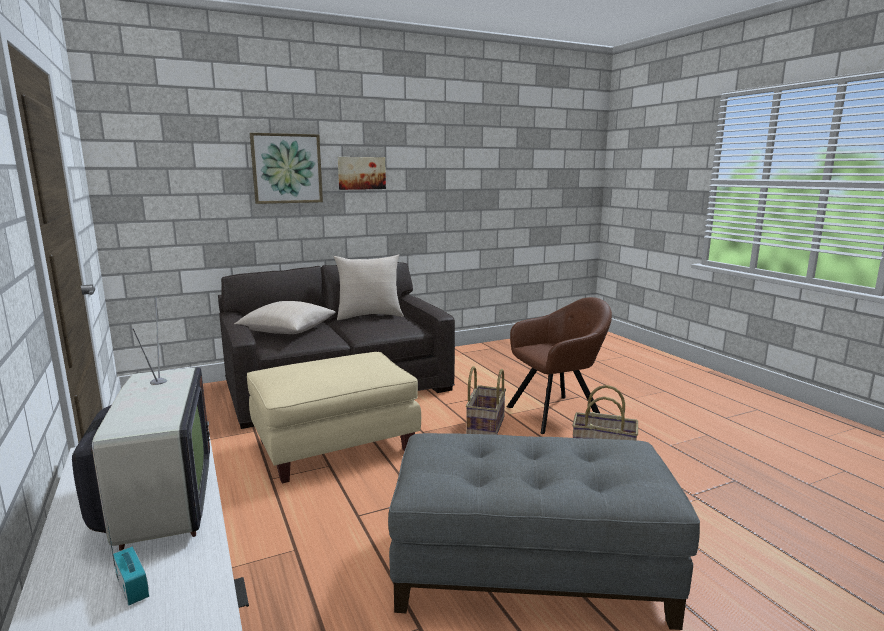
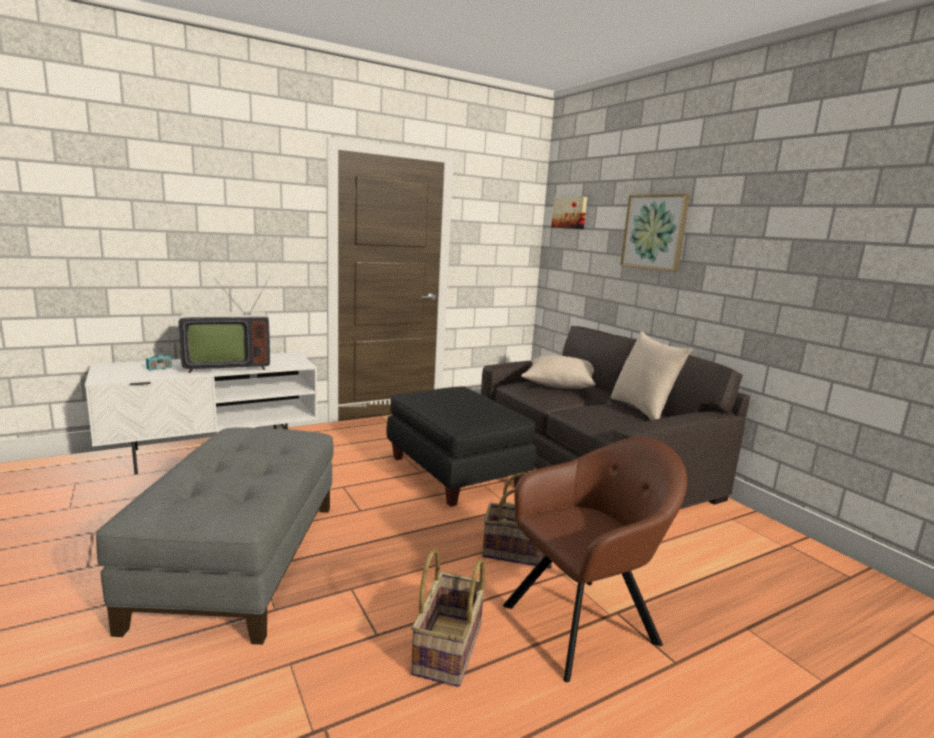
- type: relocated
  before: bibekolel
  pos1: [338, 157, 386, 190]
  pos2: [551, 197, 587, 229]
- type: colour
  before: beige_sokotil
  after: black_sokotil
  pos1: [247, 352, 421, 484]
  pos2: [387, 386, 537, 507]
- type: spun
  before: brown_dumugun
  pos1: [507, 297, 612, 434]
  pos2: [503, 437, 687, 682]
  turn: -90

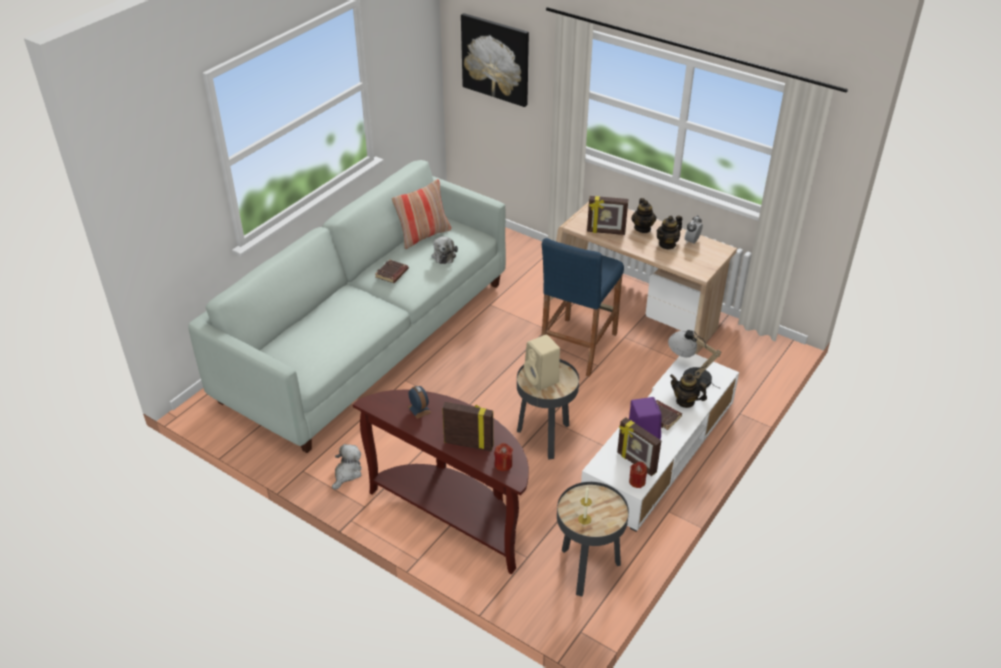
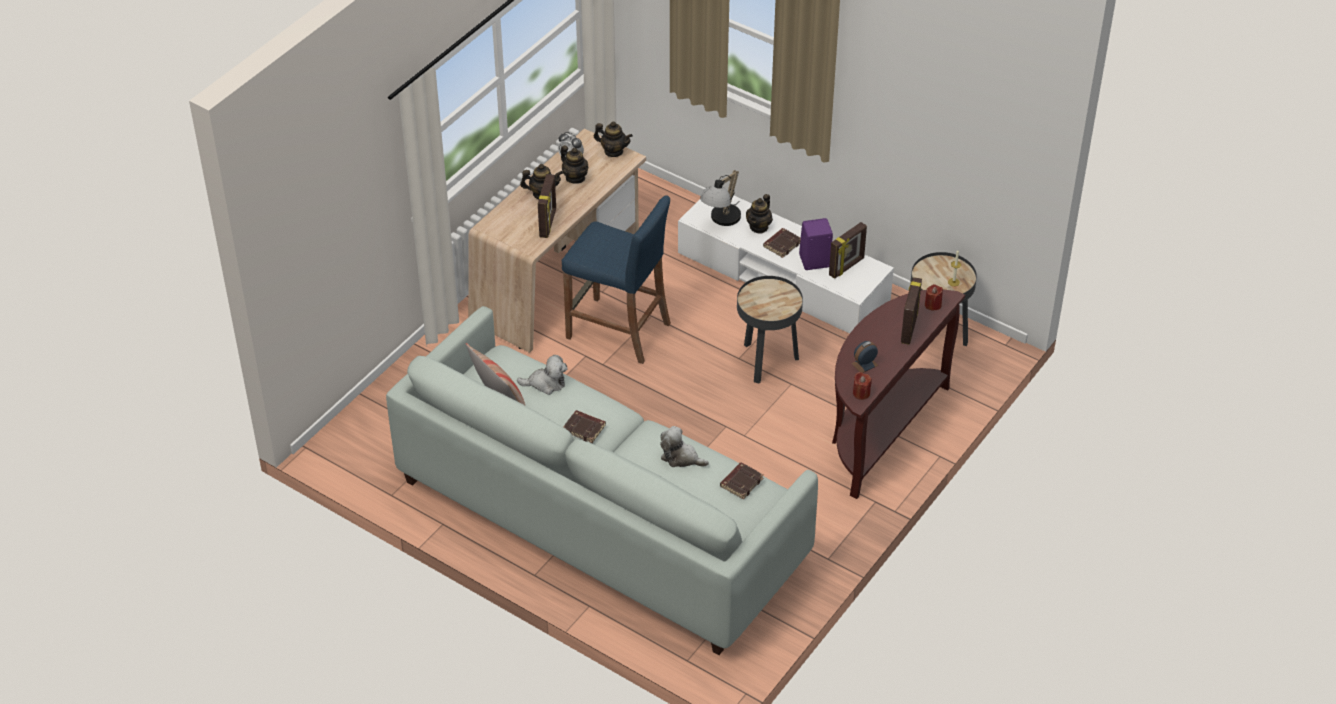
- type: missing
  before: bibekolel
  pos1: [461, 13, 529, 107]
- type: missing
  before: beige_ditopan
  pos1: [524, 335, 560, 391]
- type: appeared
  after: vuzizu
  pos2: [594, 121, 633, 157]
- type: appeared
  after: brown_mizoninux
  pos2: [720, 462, 764, 499]
- type: relocated
  before: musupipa
  pos1: [332, 444, 362, 490]
  pos2: [660, 426, 709, 467]
- type: relocated
  before: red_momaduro
  pos1: [629, 462, 647, 488]
  pos2: [853, 372, 872, 400]

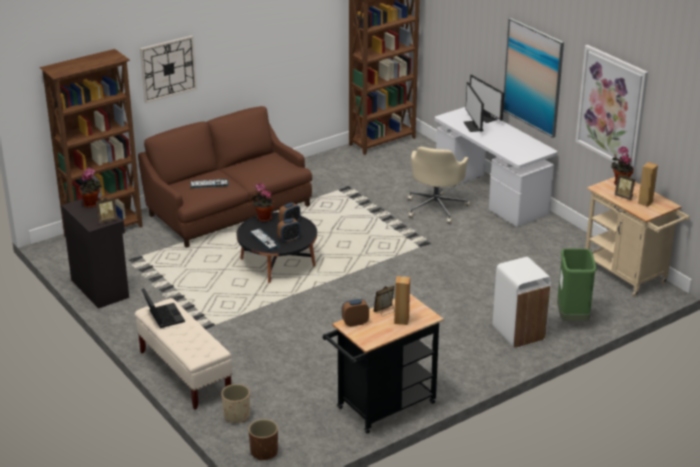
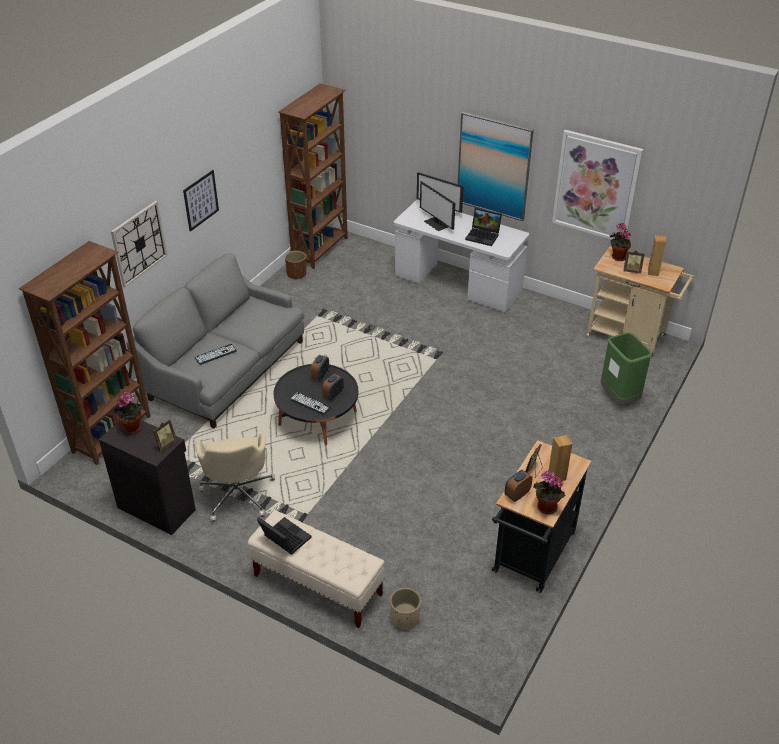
- type: missing
  before: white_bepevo
  pos1: [493, 257, 551, 348]
- type: appeared
  after: bibekolel
  pos2: [183, 170, 219, 232]
- type: appeared
  after: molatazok
  pos2: [465, 208, 502, 246]
- type: relocated
  before: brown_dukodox
  pos1: [248, 419, 278, 461]
  pos2: [285, 251, 306, 280]
- type: relocated
  before: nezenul
  pos1: [251, 183, 274, 222]
  pos2: [534, 470, 566, 514]
- type: relocated
  before: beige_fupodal
  pos1: [408, 147, 470, 224]
  pos2: [195, 433, 275, 522]
- type: colour
  before: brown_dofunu
  after: grey_dofunu
  pos1: [138, 106, 312, 248]
  pos2: [126, 253, 304, 428]

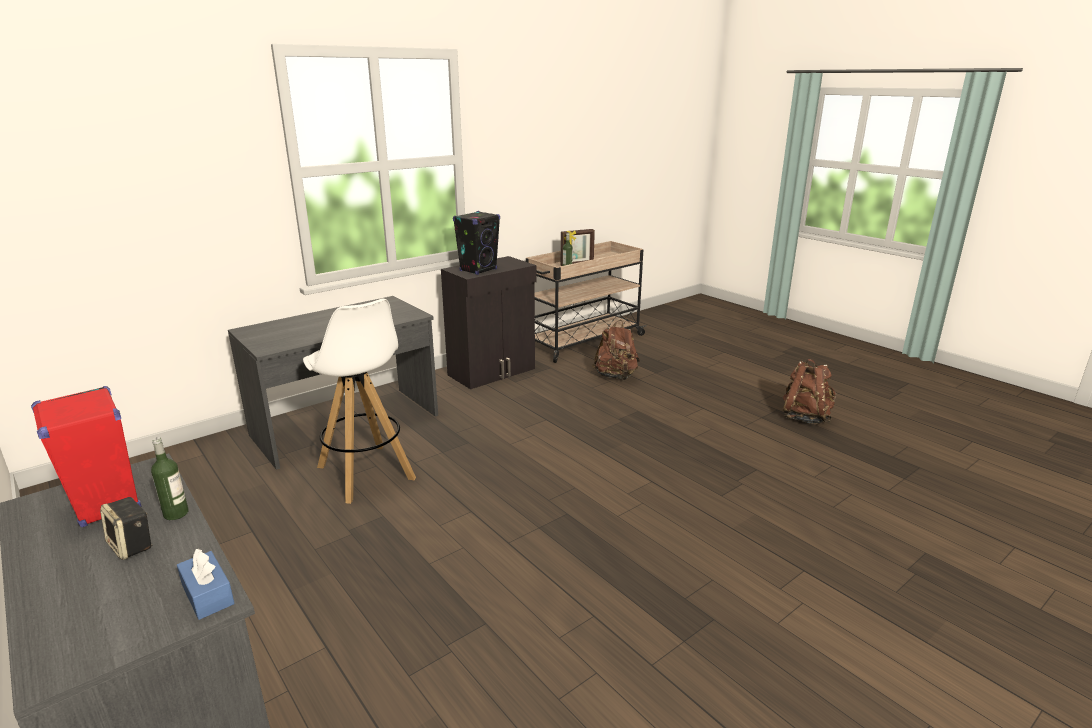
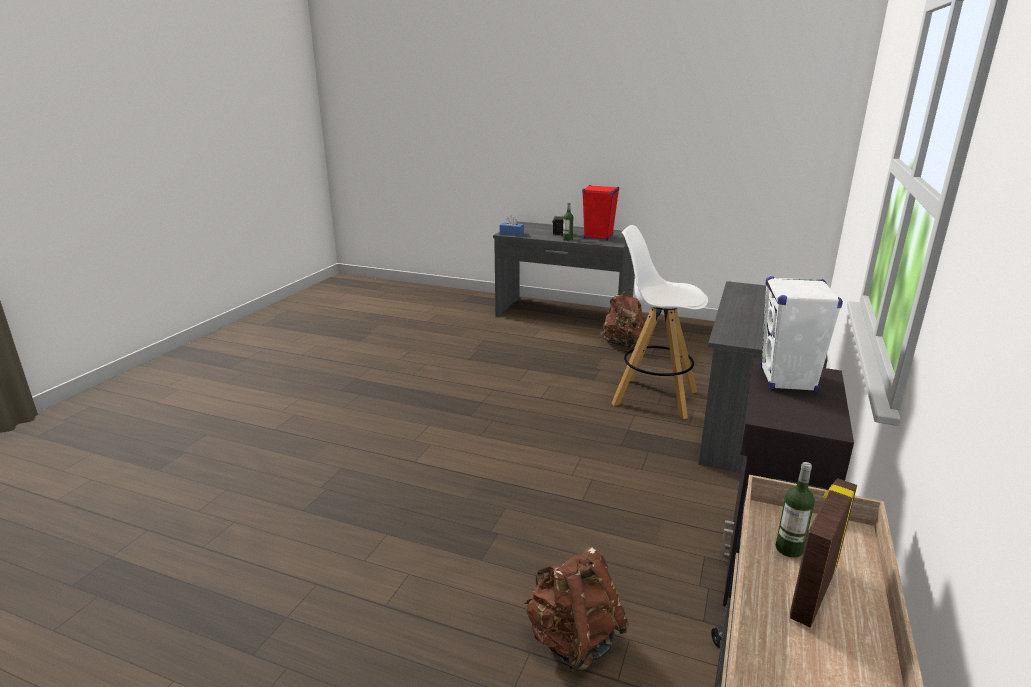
- type: relocated
  before: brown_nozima
  pos1: [783, 359, 836, 423]
  pos2: [600, 289, 644, 348]
- type: colour
  before: black_ditopan
  after: white_ditopan
  pos1: [453, 211, 500, 275]
  pos2: [760, 276, 843, 393]

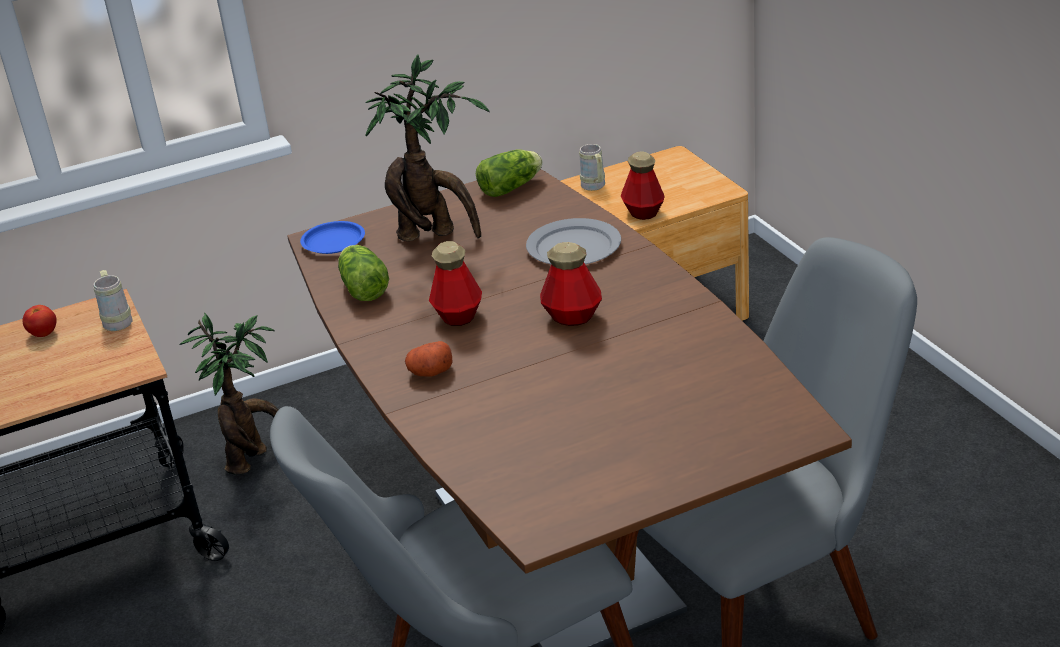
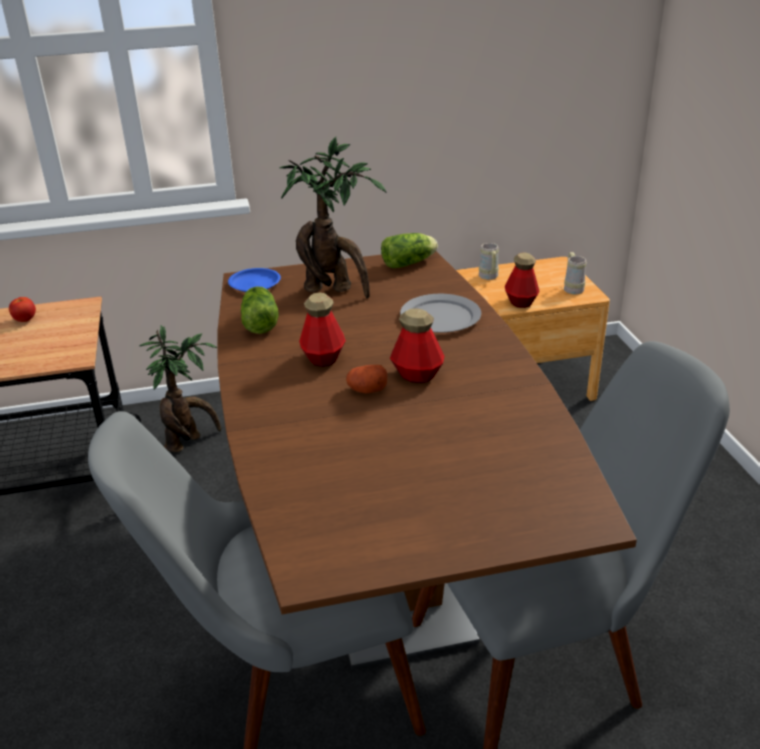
- type: relocated
  before: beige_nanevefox
  pos1: [93, 270, 132, 331]
  pos2: [564, 252, 586, 294]
- type: relocated
  before: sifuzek
  pos1: [405, 341, 453, 377]
  pos2: [346, 365, 388, 393]

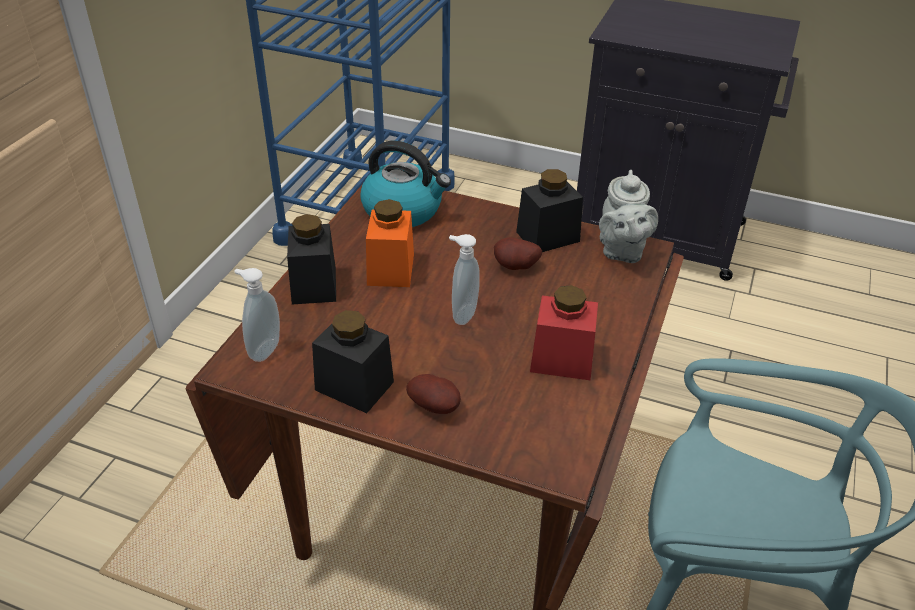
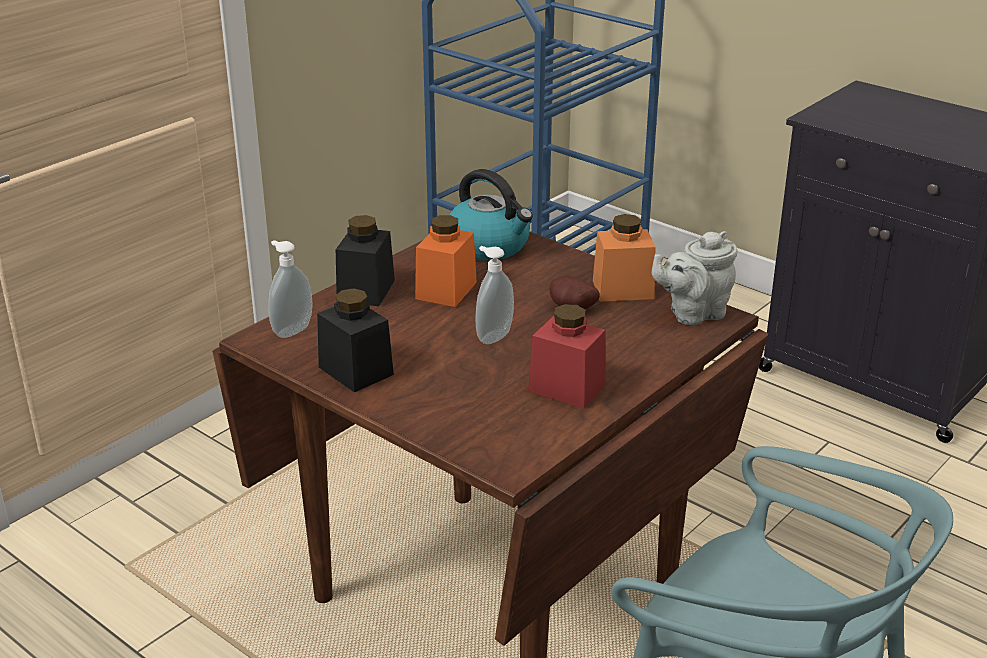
- type: missing
  before: sifuzek
  pos1: [406, 374, 461, 414]
- type: colour
  before: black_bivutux
  after: orange_bivutux
  pos1: [516, 169, 583, 252]
  pos2: [593, 214, 655, 302]
- type: spun
  before: grey_vuzizu
  pos1: [599, 170, 658, 263]
  pos2: [652, 231, 738, 325]
  turn: 45

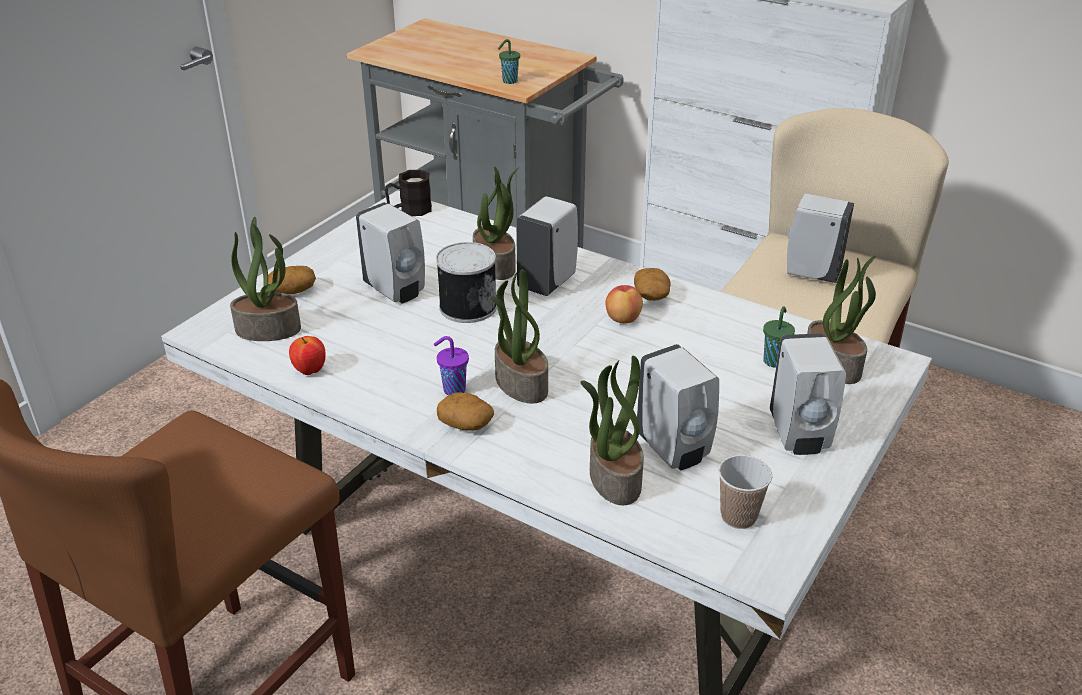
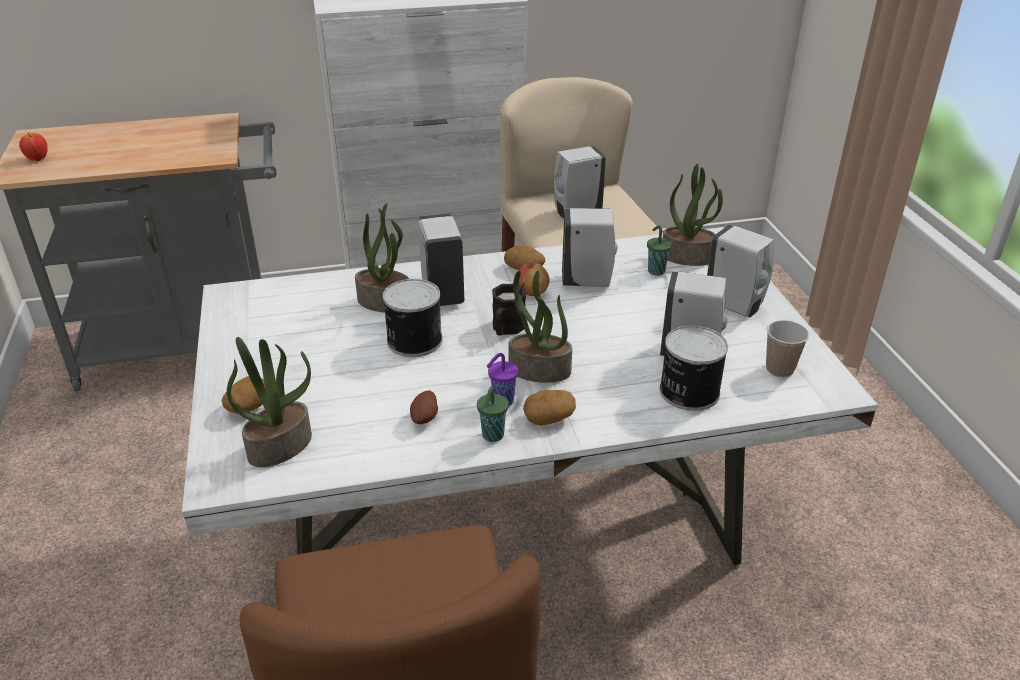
- type: appeared
  after: sifuzek
  pos2: [410, 390, 438, 424]
- type: relocated
  before: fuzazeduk
  pos1: [289, 336, 326, 375]
  pos2: [19, 133, 48, 161]
- type: relocated
  before: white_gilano
  pos1: [356, 202, 425, 303]
  pos2: [562, 208, 618, 287]
- type: relocated
  before: black_nanevefox
  pos1: [385, 170, 432, 216]
  pos2: [492, 284, 526, 335]
- type: relocated
  before: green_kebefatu
  pos1: [498, 39, 520, 84]
  pos2: [477, 387, 509, 442]
- type: exchanged
  before: nezenul
  after: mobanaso
  pos1: [581, 356, 644, 505]
  pos2: [660, 326, 728, 411]

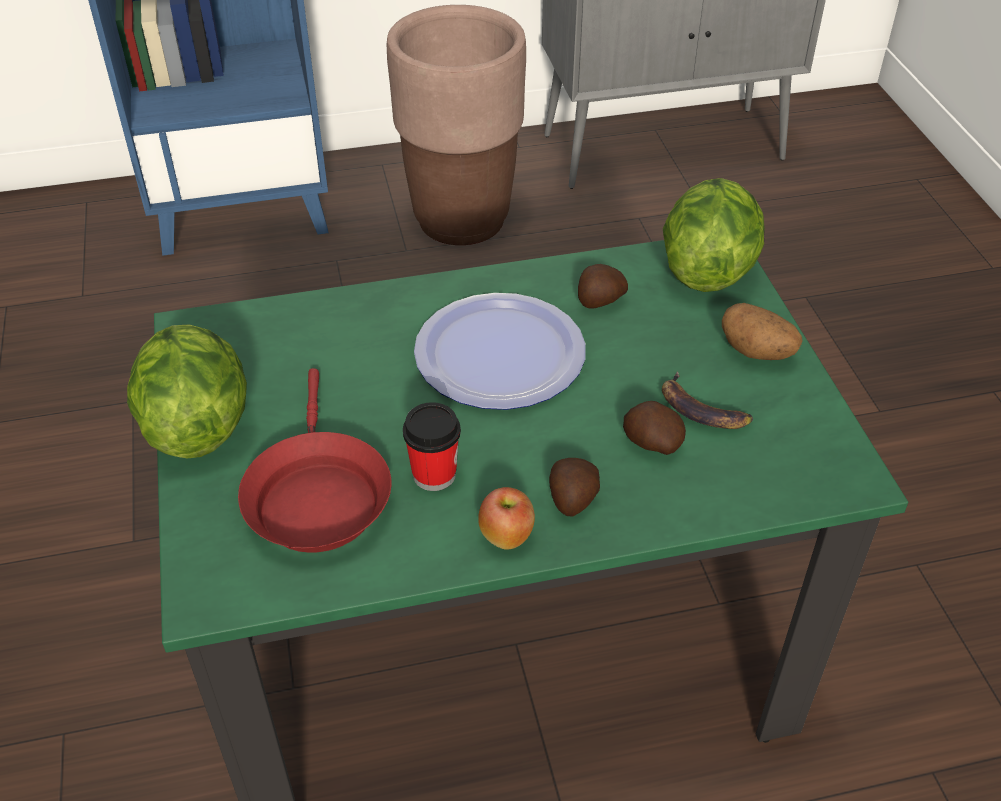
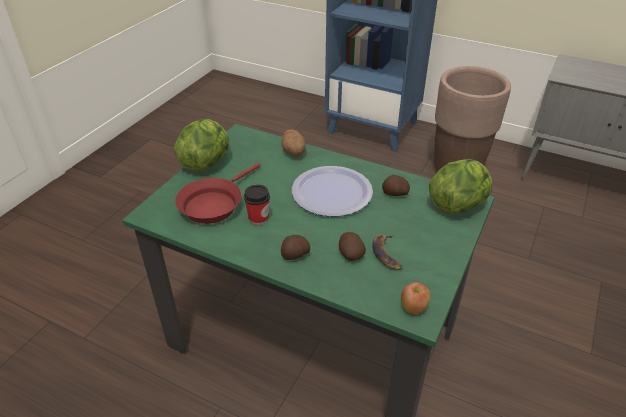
- type: relocated
  before: fuzazeduk
  pos1: [478, 487, 535, 550]
  pos2: [401, 282, 430, 314]
- type: relocated
  before: sifuzek
  pos1: [722, 303, 803, 360]
  pos2: [282, 129, 306, 157]

